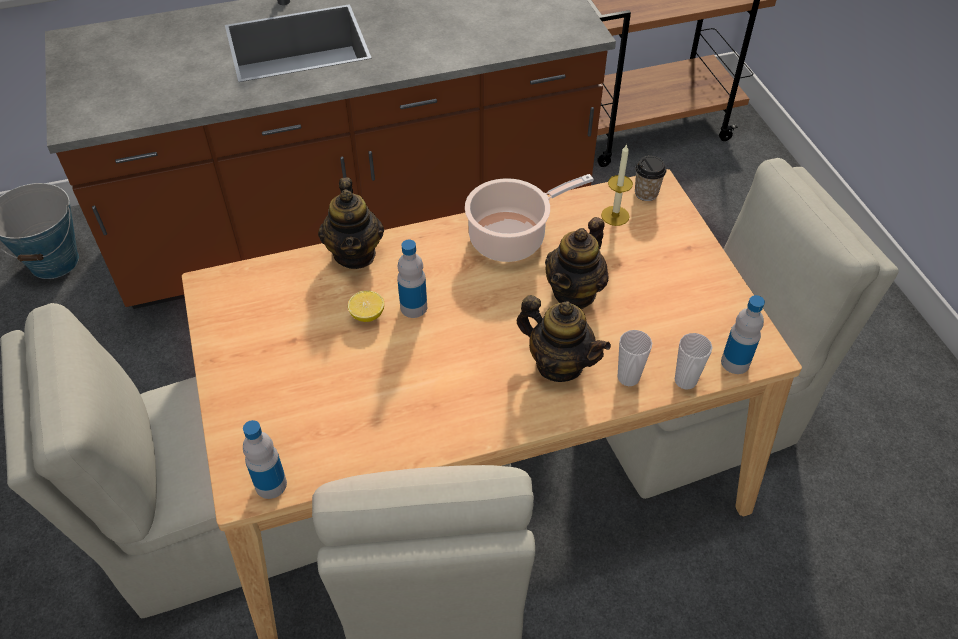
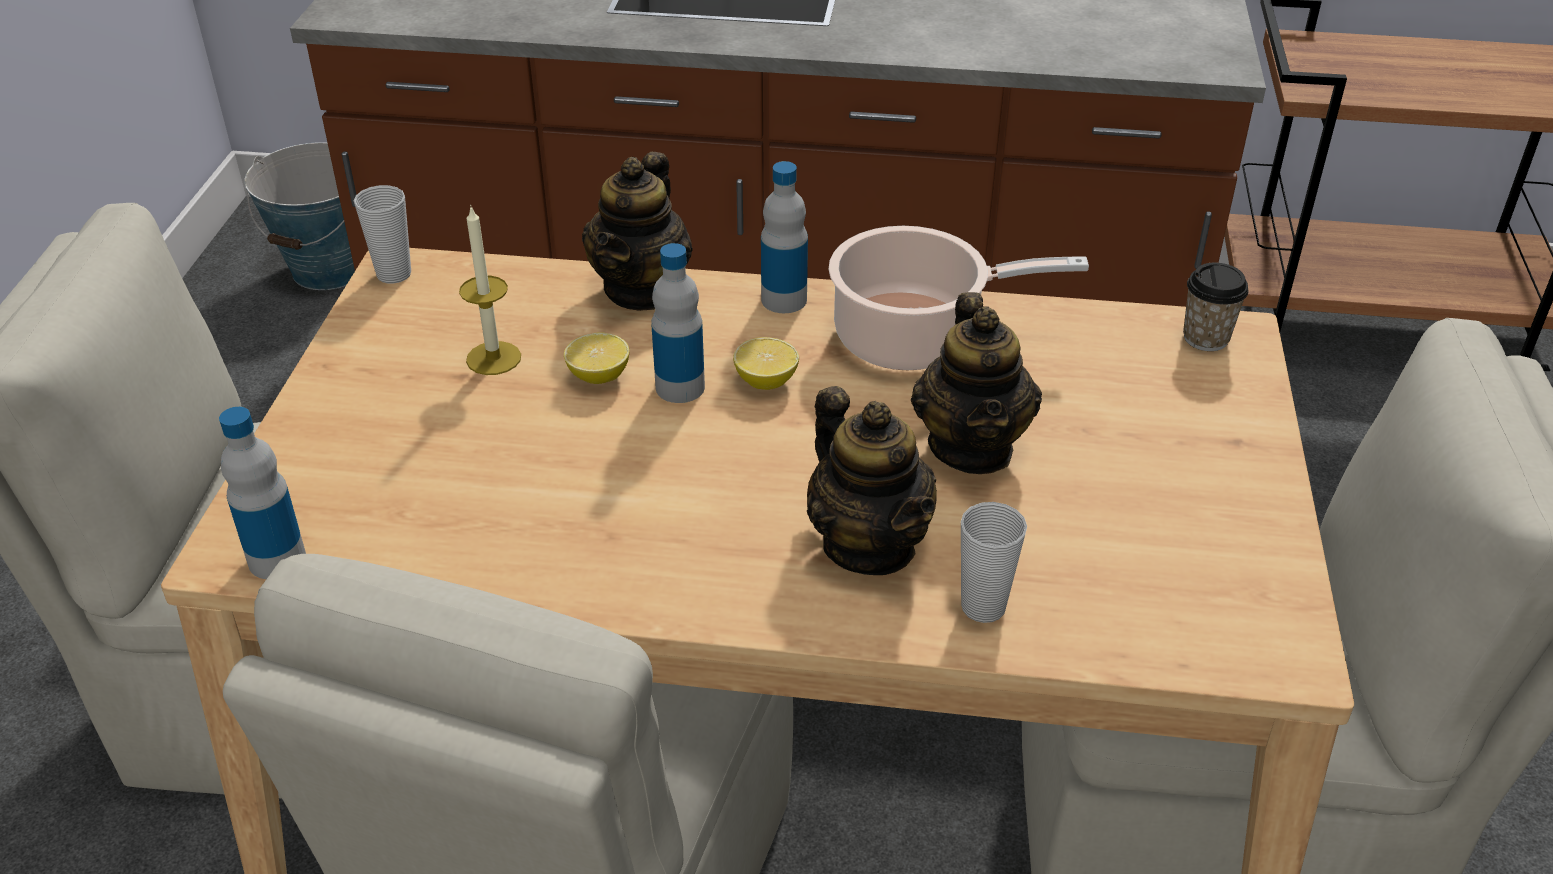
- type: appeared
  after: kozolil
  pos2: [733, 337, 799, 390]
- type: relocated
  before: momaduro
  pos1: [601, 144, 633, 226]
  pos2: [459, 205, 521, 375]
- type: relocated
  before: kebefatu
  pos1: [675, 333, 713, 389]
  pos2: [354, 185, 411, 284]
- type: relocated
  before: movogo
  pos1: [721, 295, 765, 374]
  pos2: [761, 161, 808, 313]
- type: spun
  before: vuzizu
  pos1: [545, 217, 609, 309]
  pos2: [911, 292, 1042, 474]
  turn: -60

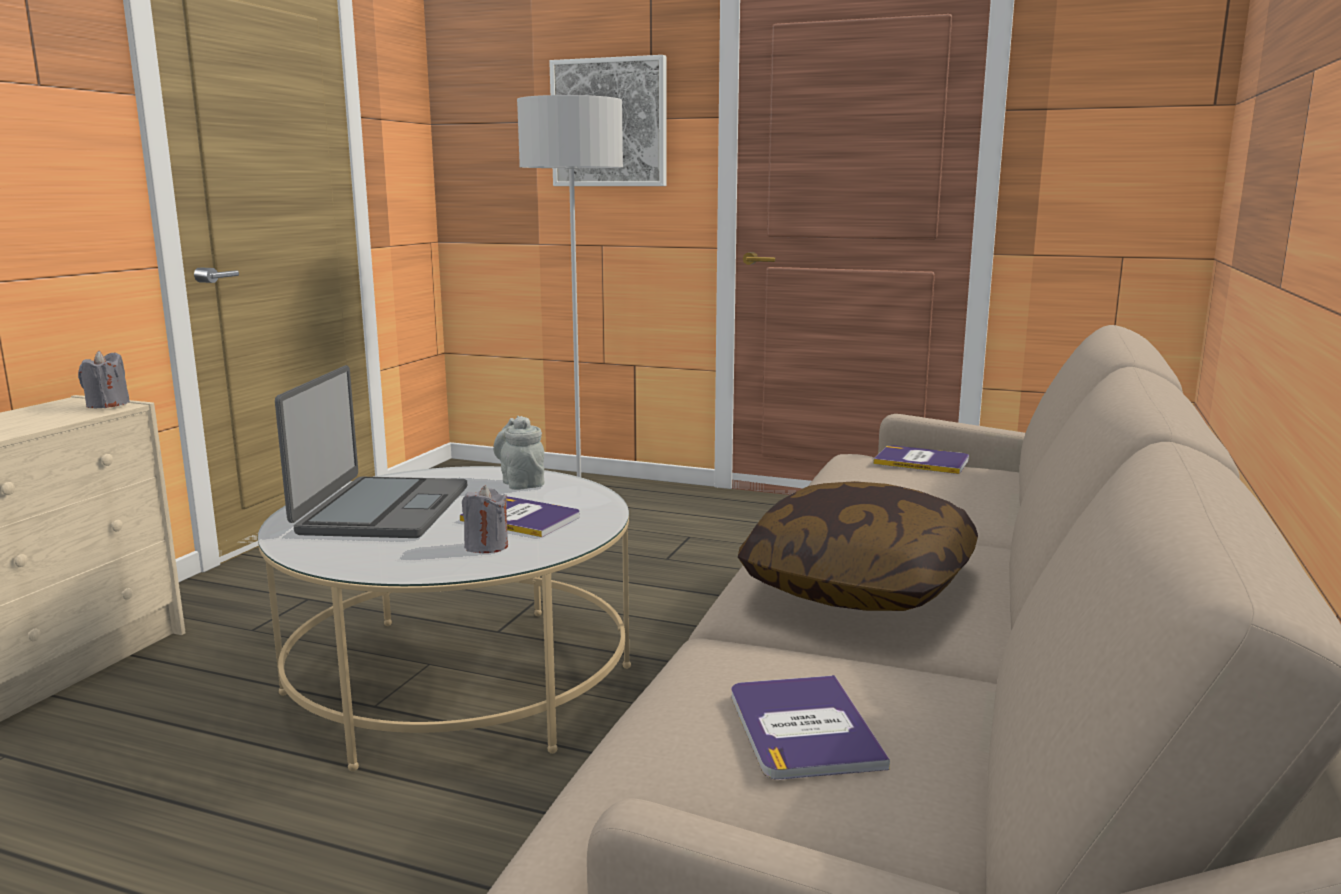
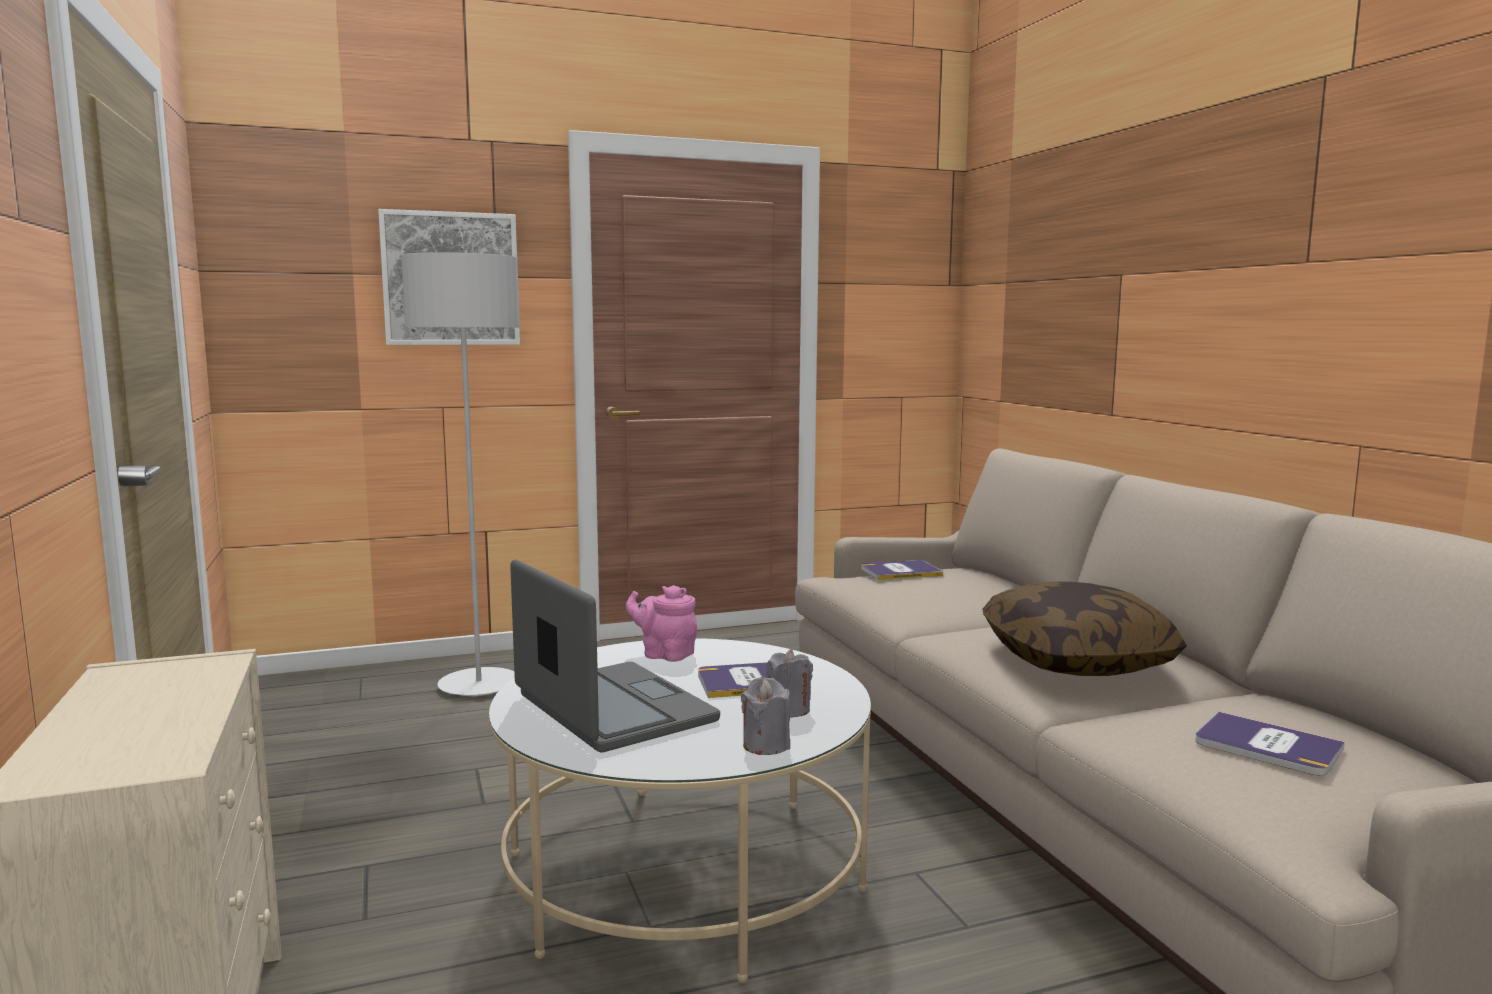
- type: relocated
  before: grey_momaduro
  pos1: [78, 351, 130, 408]
  pos2: [741, 677, 791, 755]
- type: colour
  before: grey_vuzizu
  after: pink_vuzizu
  pos1: [493, 416, 545, 490]
  pos2: [626, 585, 697, 662]

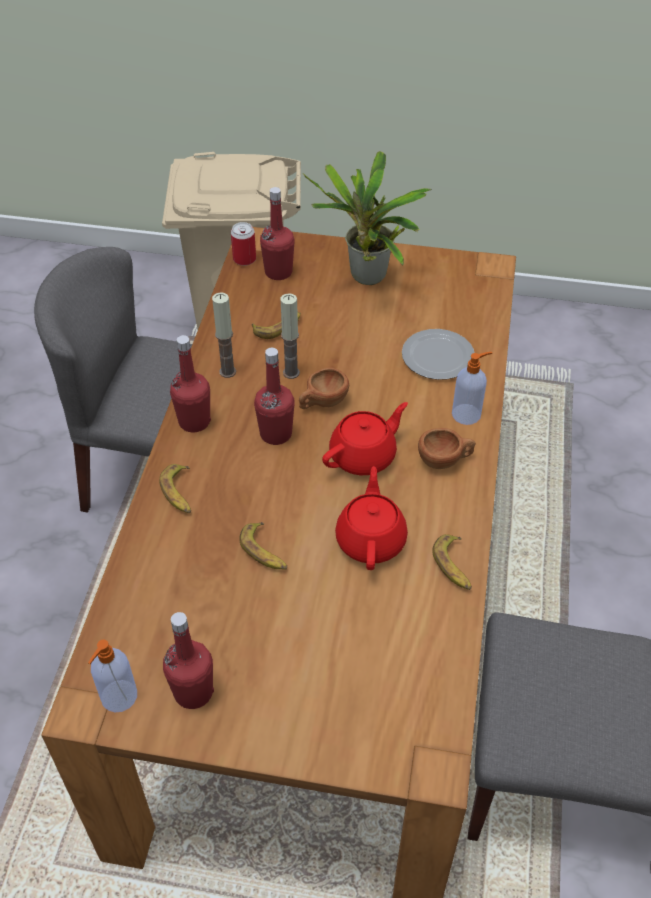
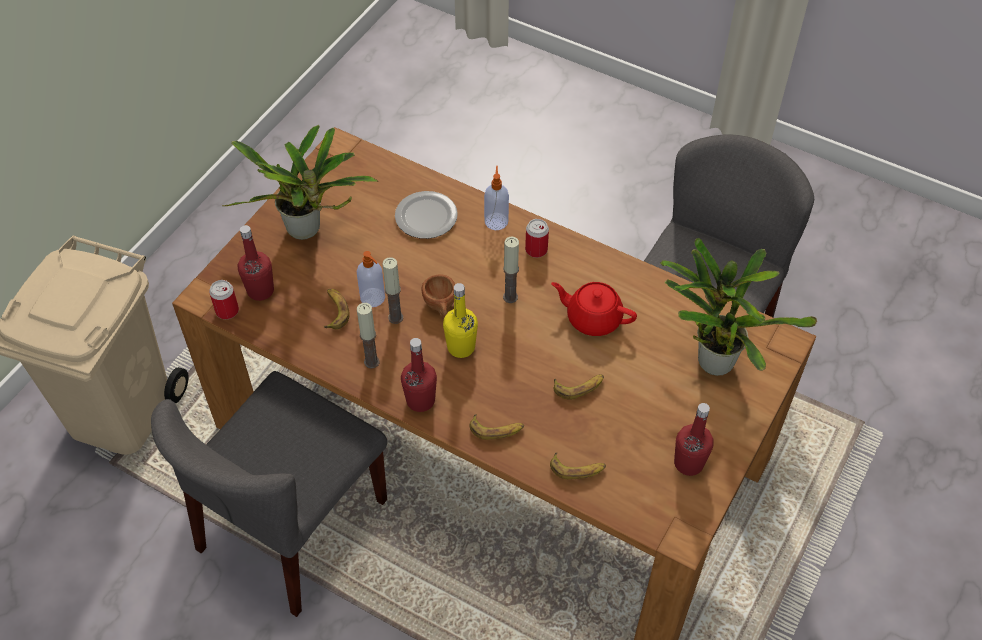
- type: appeared
  after: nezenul
  pos2: [660, 238, 817, 376]
- type: relocated
  before: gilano
  pos1: [88, 640, 137, 713]
  pos2: [357, 251, 385, 307]
- type: relocated
  before: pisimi
  pos1: [432, 534, 472, 590]
  pos2: [550, 452, 606, 479]
- type: exchanged
  before: red_vuzizu
  after: momaduro
  pos1: [322, 402, 408, 475]
  pos2: [503, 237, 519, 303]
- type: exchanged
  before: brown_kebefatu
  after: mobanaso
  pos1: [418, 428, 476, 469]
  pos2: [525, 219, 549, 258]
- type: colour
  before: red_movogo
  after: yellow_movogo
  pos1: [254, 348, 295, 445]
  pos2: [443, 283, 478, 358]

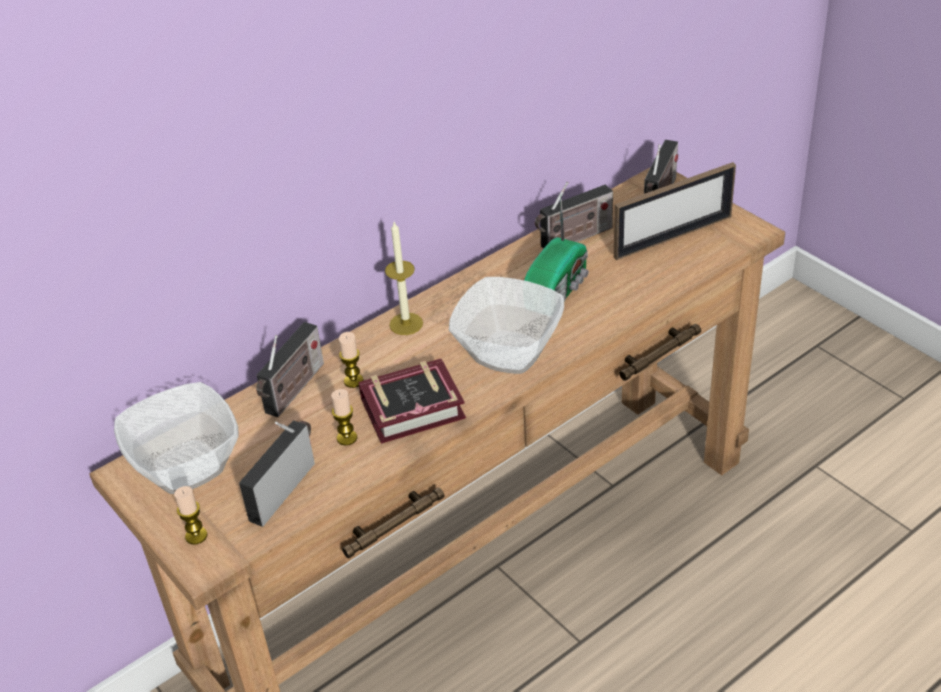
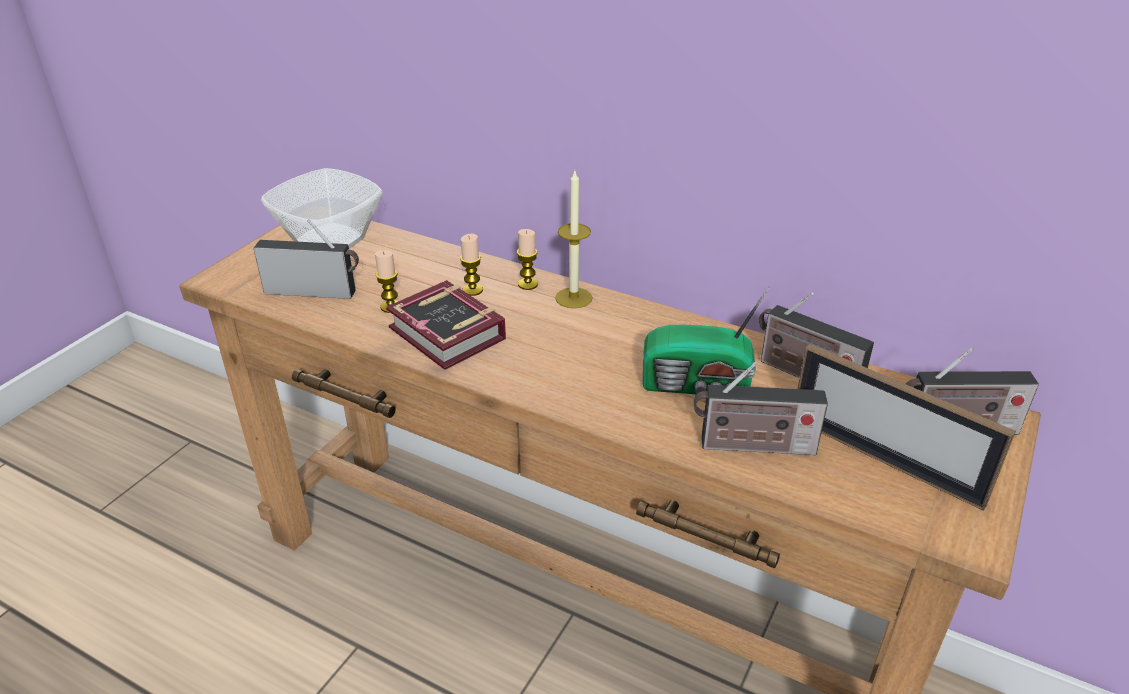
- type: missing
  before: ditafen
  pos1: [449, 277, 564, 374]
- type: relocated
  before: momaduro
  pos1: [174, 486, 207, 545]
  pos2: [517, 229, 538, 290]
- type: relocated
  before: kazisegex
  pos1: [256, 322, 324, 417]
  pos2: [694, 362, 828, 455]

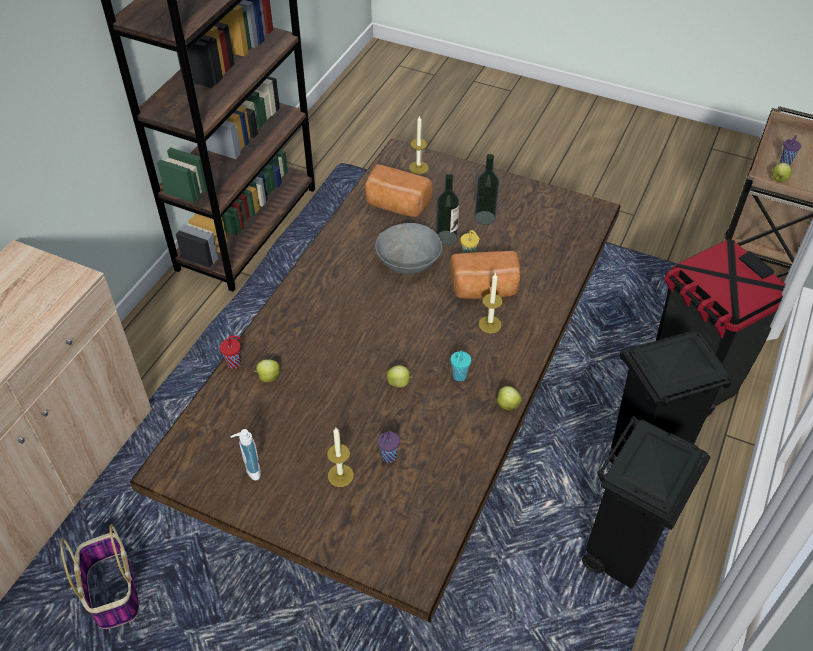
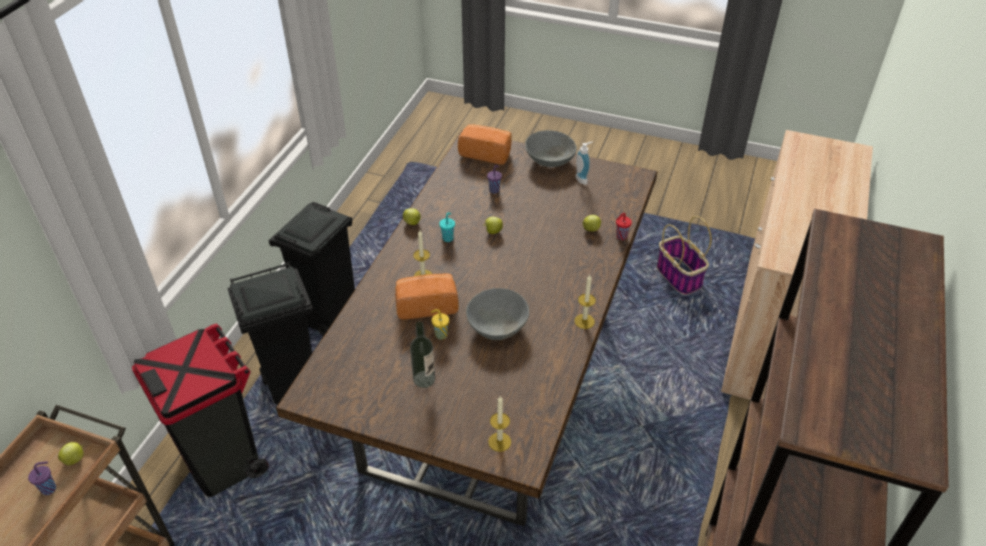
- type: missing
  before: movogo
  pos1: [436, 174, 460, 245]
- type: appeared
  after: grey_ditafen
  pos2: [525, 130, 577, 167]
- type: relocated
  before: momaduro
  pos1: [327, 428, 354, 487]
  pos2: [574, 275, 596, 329]
- type: relocated
  before: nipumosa
  pos1: [365, 164, 433, 217]
  pos2: [458, 124, 512, 165]

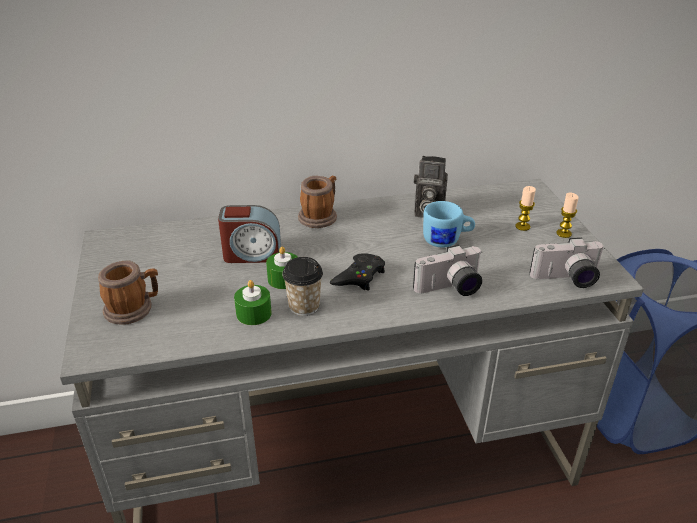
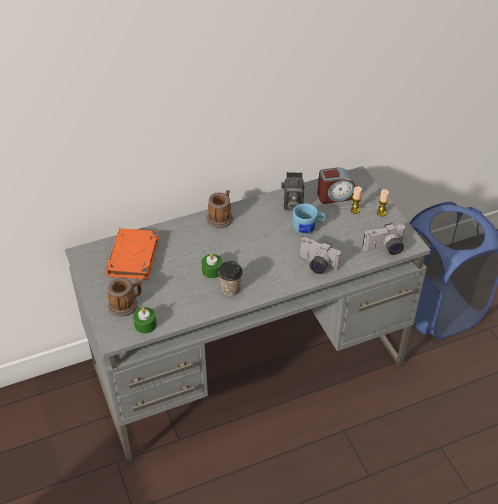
- type: missing
  before: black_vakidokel
  pos1: [330, 253, 385, 291]
- type: appeared
  after: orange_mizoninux
  pos2: [105, 228, 159, 280]
- type: relocated
  before: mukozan
  pos1: [218, 205, 281, 263]
  pos2: [317, 167, 355, 204]
- type: relocated
  before: green_momaduro
  pos1: [234, 280, 272, 325]
  pos2: [133, 307, 157, 334]
- type: spun
  before: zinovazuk
  pos1: [413, 245, 482, 296]
  pos2: [299, 237, 341, 274]
  turn: 60

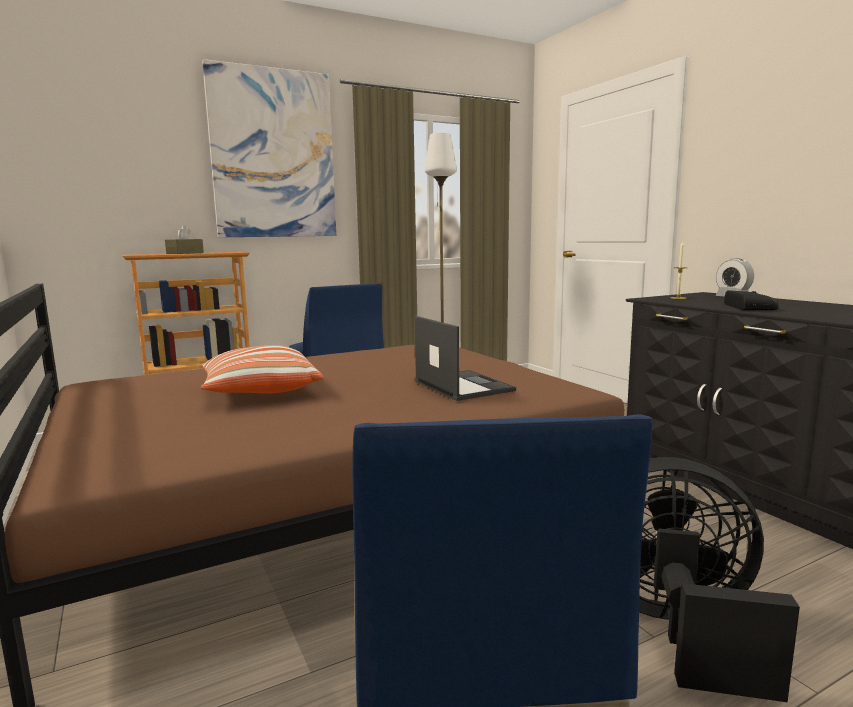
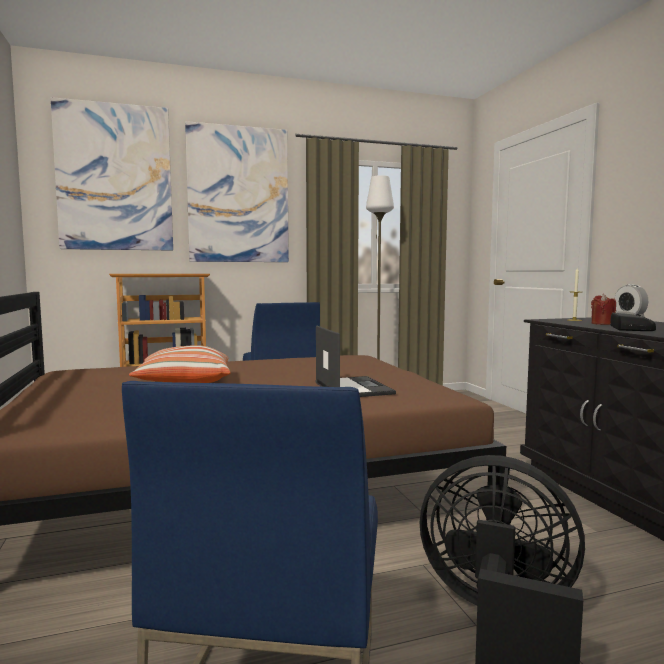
- type: missing
  before: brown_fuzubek
  pos1: [165, 225, 204, 254]
- type: appeared
  after: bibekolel
  pos2: [51, 97, 173, 251]
- type: appeared
  after: red_momaduro
  pos2: [591, 294, 616, 325]

